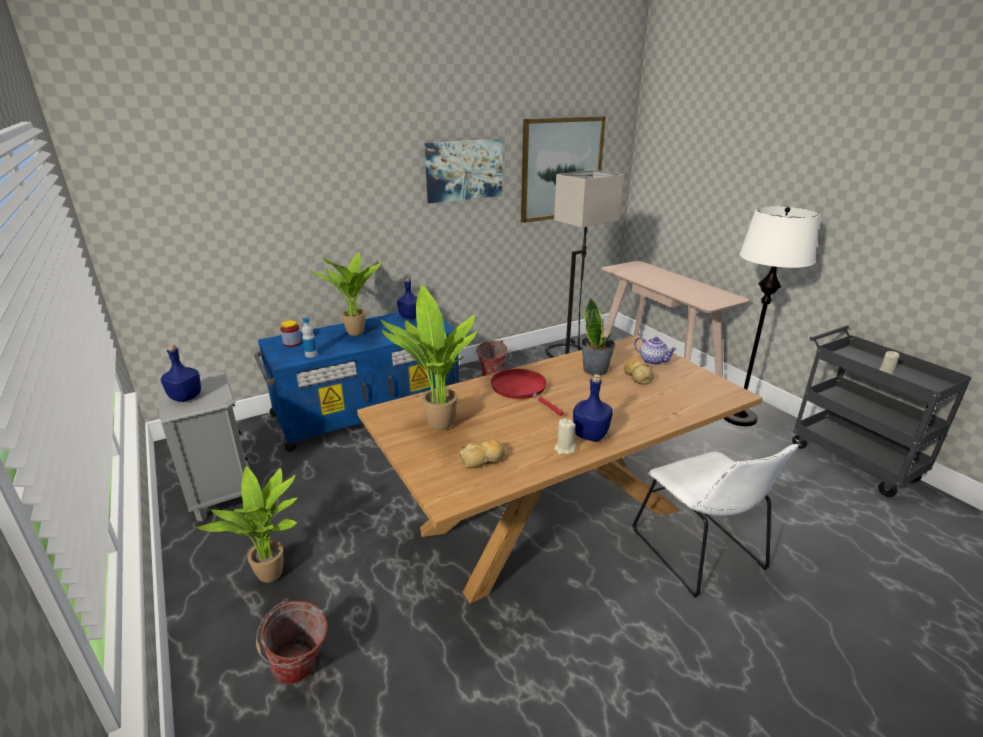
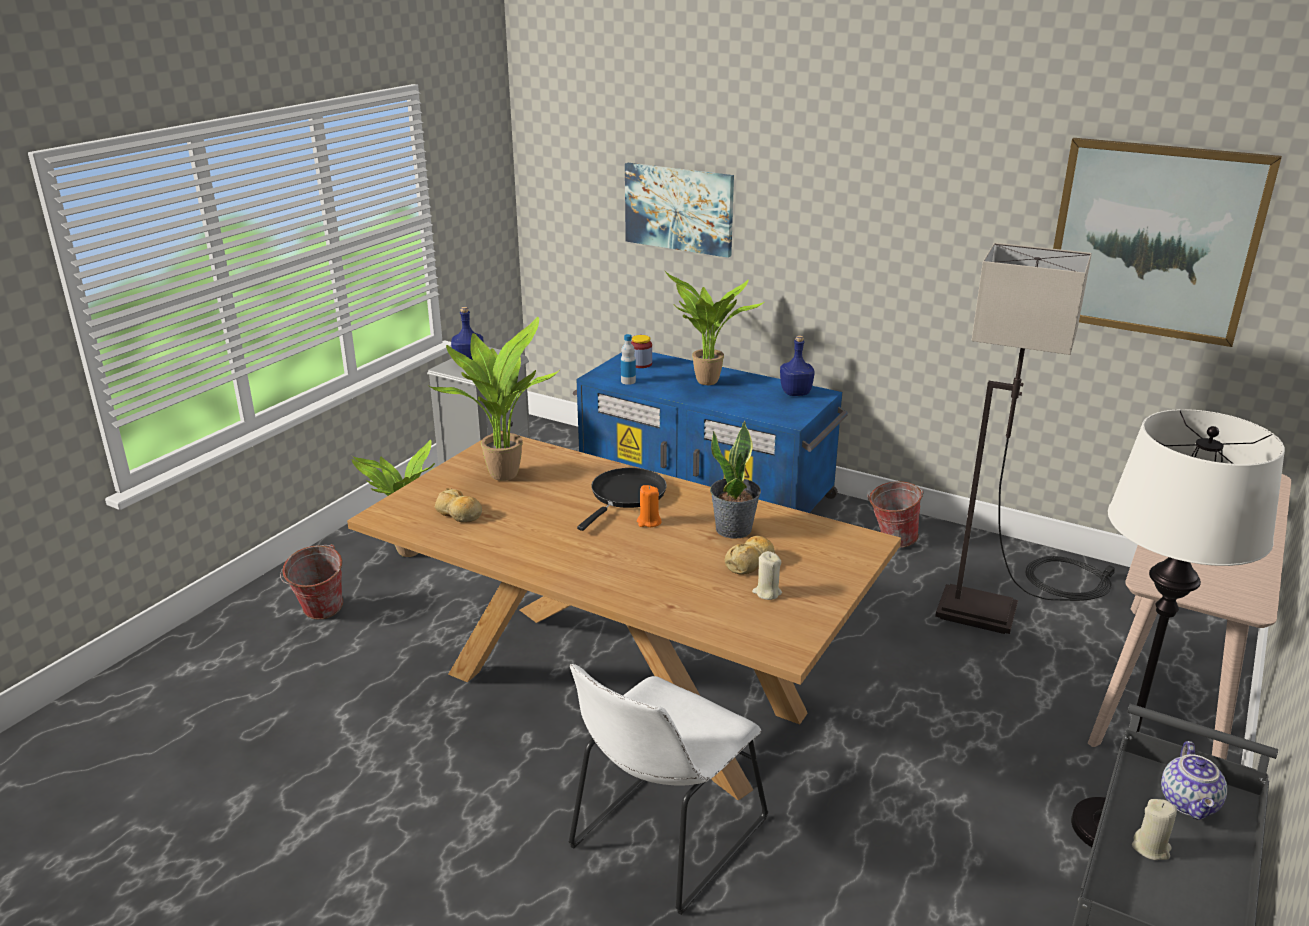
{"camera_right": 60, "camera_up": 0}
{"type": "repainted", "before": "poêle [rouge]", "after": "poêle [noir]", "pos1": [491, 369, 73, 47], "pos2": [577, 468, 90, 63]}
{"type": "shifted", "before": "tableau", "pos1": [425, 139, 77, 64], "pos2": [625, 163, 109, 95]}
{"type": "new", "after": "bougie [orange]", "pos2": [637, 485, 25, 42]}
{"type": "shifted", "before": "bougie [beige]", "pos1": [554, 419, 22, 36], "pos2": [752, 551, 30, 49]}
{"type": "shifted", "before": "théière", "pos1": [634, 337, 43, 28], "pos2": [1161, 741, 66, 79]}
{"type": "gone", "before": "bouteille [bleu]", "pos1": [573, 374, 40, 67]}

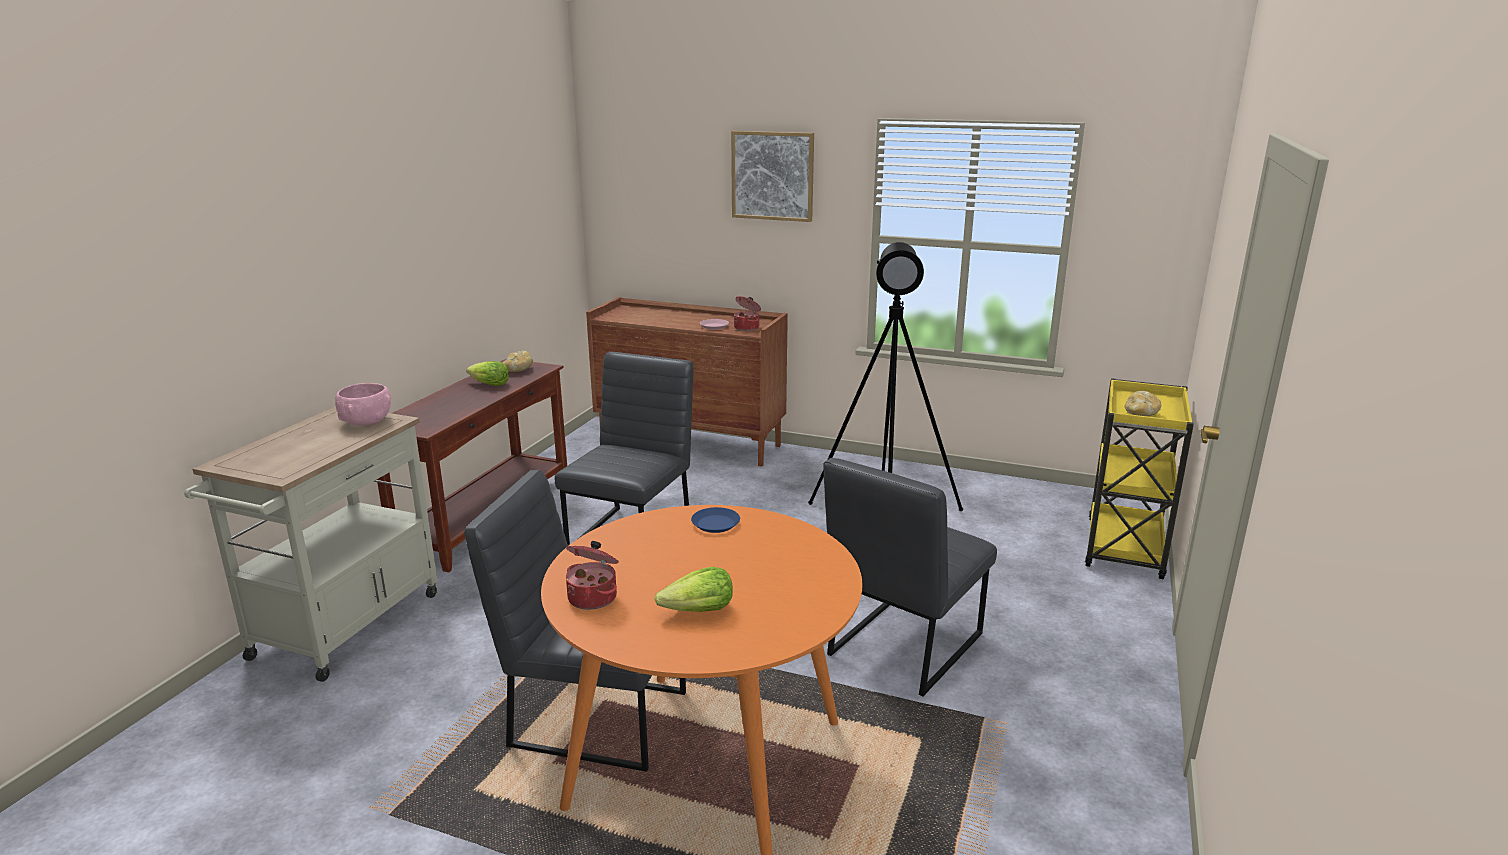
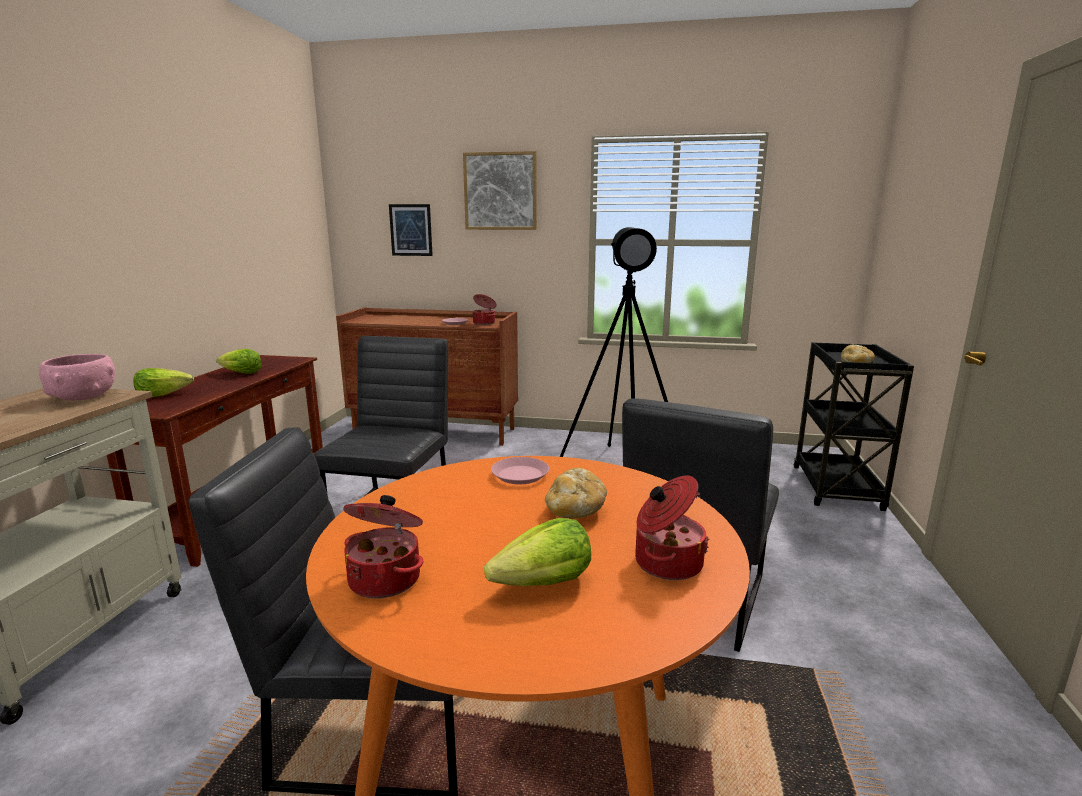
{"camera_right": -10, "camera_up": -5}
{"type": "new", "after": "laitue", "pos2": [133, 368, 61, 29]}
{"type": "new", "after": "tableau", "pos2": [389, 204, 44, 52]}
{"type": "repainted", "before": "assiette [bleu]", "after": "assiette [rose]", "pos1": [691, 507, 49, 26], "pos2": [491, 457, 58, 27]}
{"type": "shifted", "before": "pain", "pos1": [503, 351, 30, 21], "pos2": [545, 468, 62, 50]}
{"type": "new", "after": "marmite", "pos2": [635, 476, 74, 104]}
{"type": "repainted", "before": "chariot [jaune]", "after": "chariot [noir]", "pos1": [1085, 378, 109, 201], "pos2": [794, 342, 120, 169]}

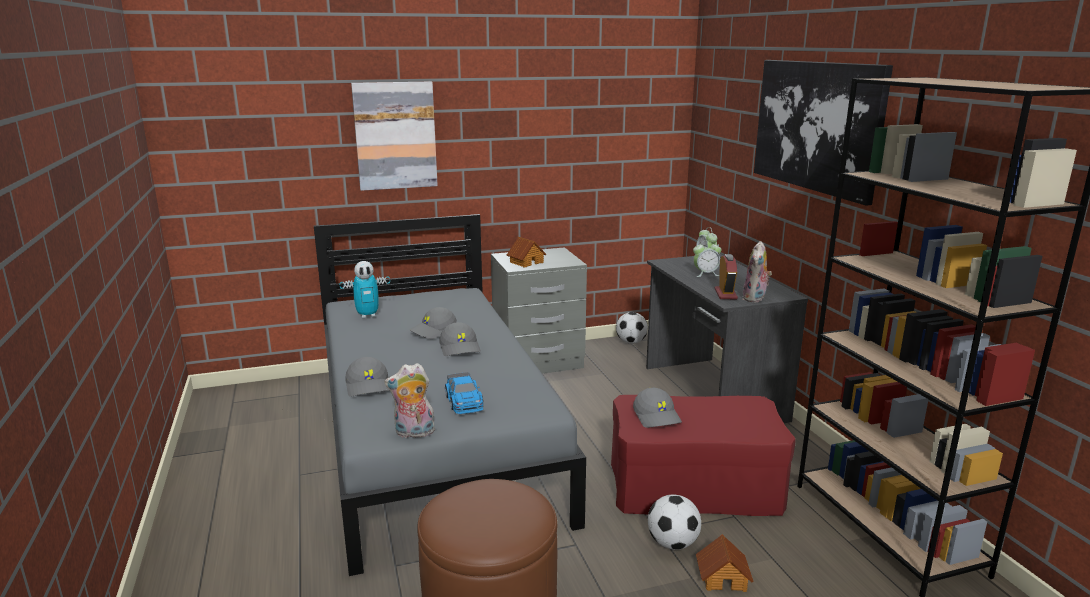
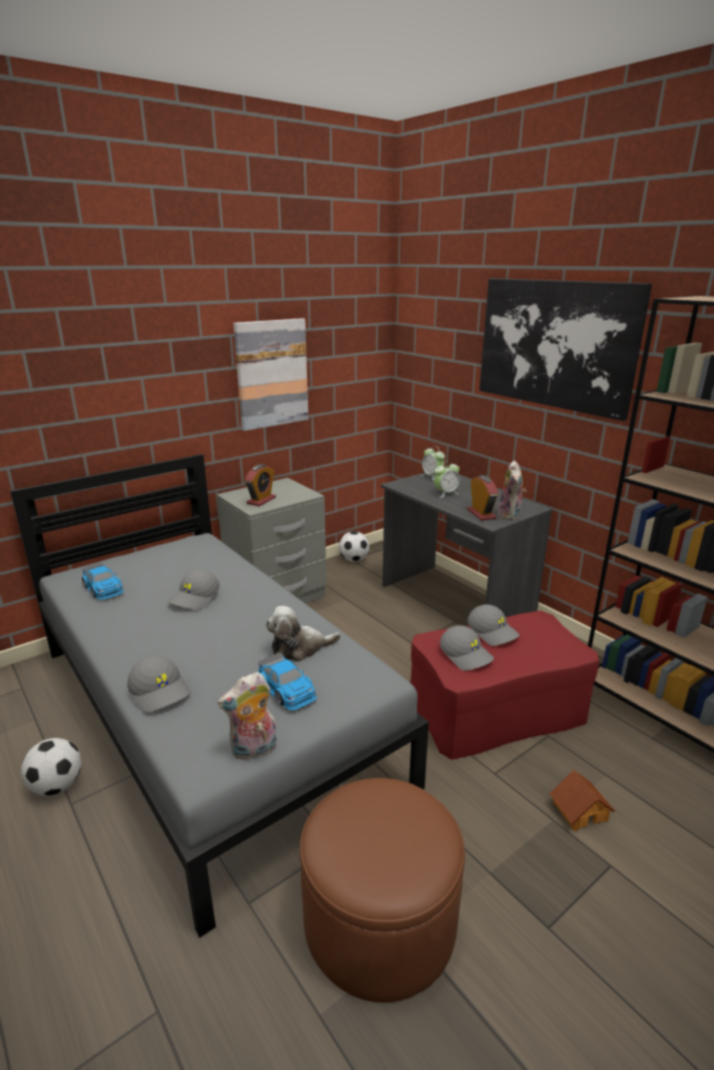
{"camera_right": -20, "camera_up": 5}
{"type": "shifted", "before": "ballon de foot", "pos1": [648, 495, 53, 55], "pos2": [21, 738, 60, 58]}
{"type": "swapped", "before": "robot jouet", "after": "petite voiture", "pos1": [339, 261, 51, 57], "pos2": [82, 563, 42, 37]}
{"type": "shifted", "before": "tableau", "pos1": [351, 82, 87, 109], "pos2": [233, 318, 75, 113]}
{"type": "swapped", "before": "maison miniature", "after": "réveil", "pos1": [507, 237, 39, 30], "pos2": [245, 464, 31, 42]}
{"type": "new", "after": "peluche", "pos2": [266, 606, 75, 56]}
{"type": "shifted", "before": "casquette [gris]", "pos1": [439, 322, 42, 34], "pos2": [468, 604, 52, 42]}

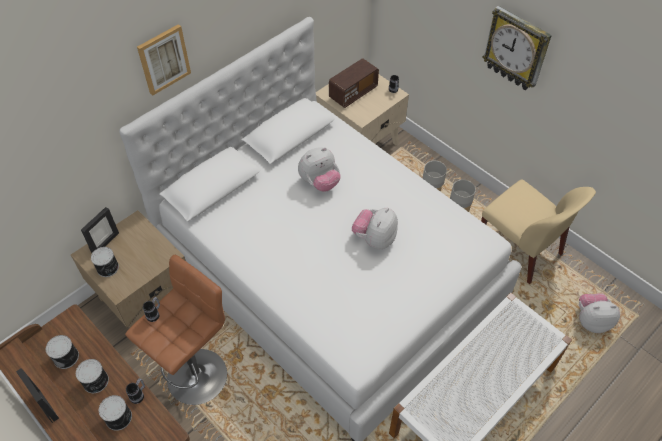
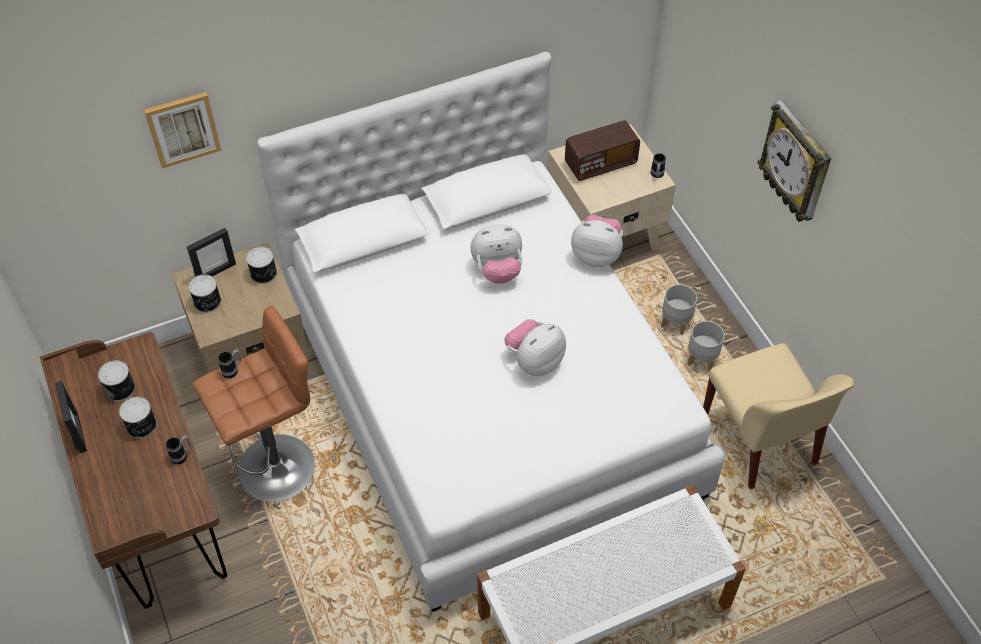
{"camera_right": 20, "camera_up": 0}
{"type": "shifted", "before": "tableau", "pos1": [137, 24, 54, 72], "pos2": [144, 92, 77, 76]}
{"type": "shifted", "before": "boîte métallique", "pos1": [99, 395, 33, 36], "pos2": [246, 246, 31, 38]}
{"type": "shifted", "before": "peluche", "pos1": [579, 293, 41, 40], "pos2": [571, 215, 52, 52]}

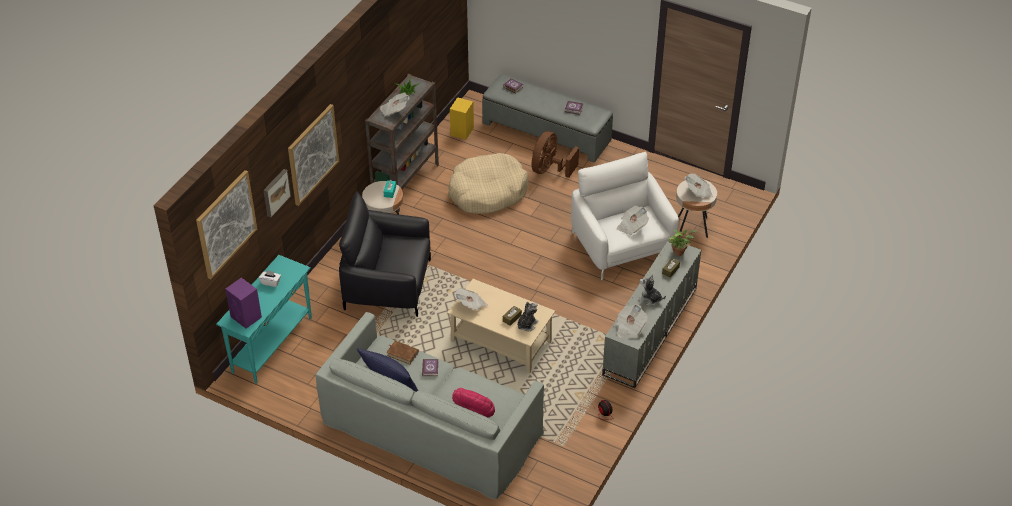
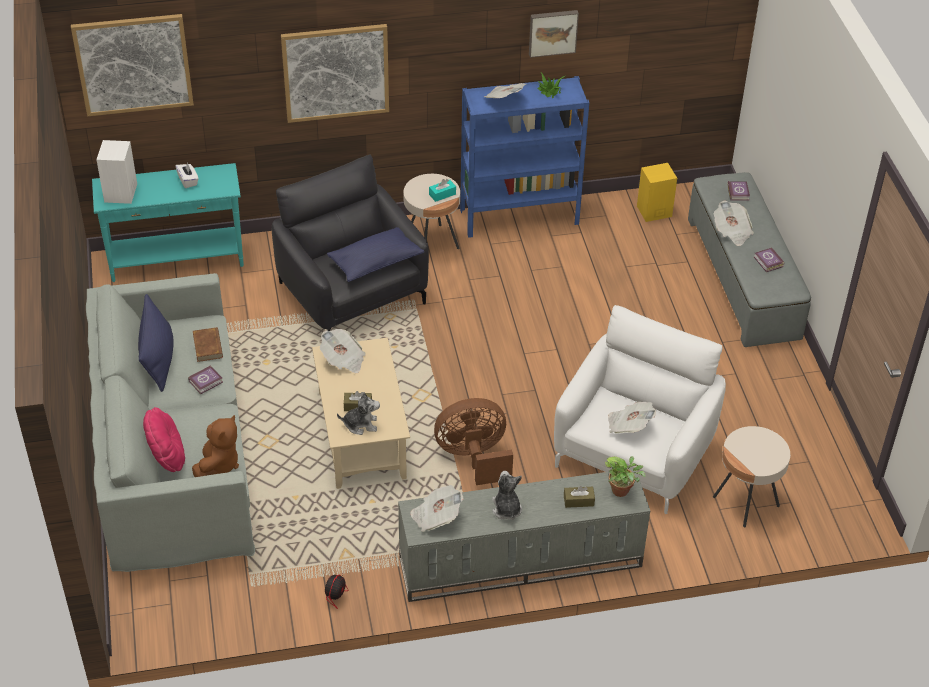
{"camera_right": 50, "camera_up": 0}
{"type": "repainted", "before": "enceinte [violet]", "after": "enceinte [blanc]", "pos1": [225, 278, 37, 51], "pos2": [96, 140, 41, 64]}
{"type": "new", "after": "peluche [marron]", "pos2": [192, 415, 47, 62]}
{"type": "new", "after": "coussin [bleu]", "pos2": [327, 227, 97, 55]}
{"type": "shifted", "before": "ventilateur [marron]", "pos1": [532, 131, 47, 47], "pos2": [434, 398, 79, 87]}
{"type": "repainted", "before": "bibliothèque [gris]", "after": "bibliothèque [bleu]", "pos1": [365, 74, 74, 139], "pos2": [460, 76, 129, 162]}
{"type": "shifted", "before": "tableau", "pos1": [263, 169, 28, 49], "pos2": [529, 10, 50, 48]}
{"type": "shifted", "before": "journal", "pos1": [685, 173, 28, 24], "pos2": [714, 200, 40, 46]}
{"type": "gone", "before": "panier pour chien [beige]", "pos1": [448, 153, 81, 61]}

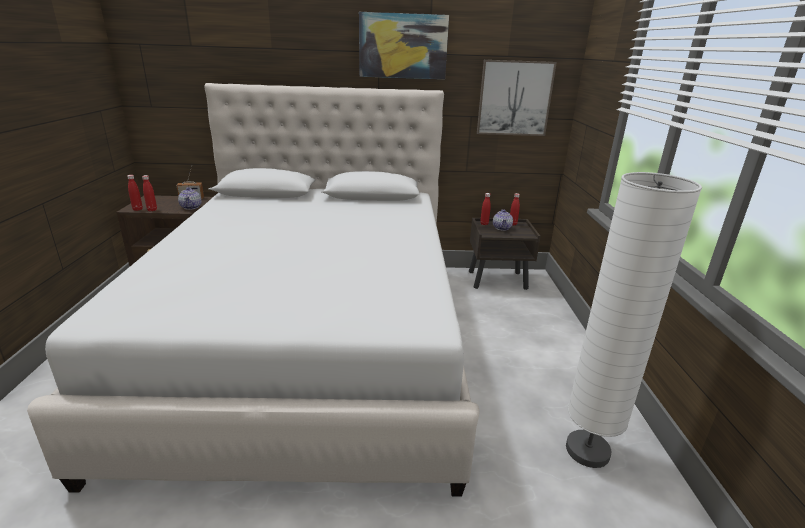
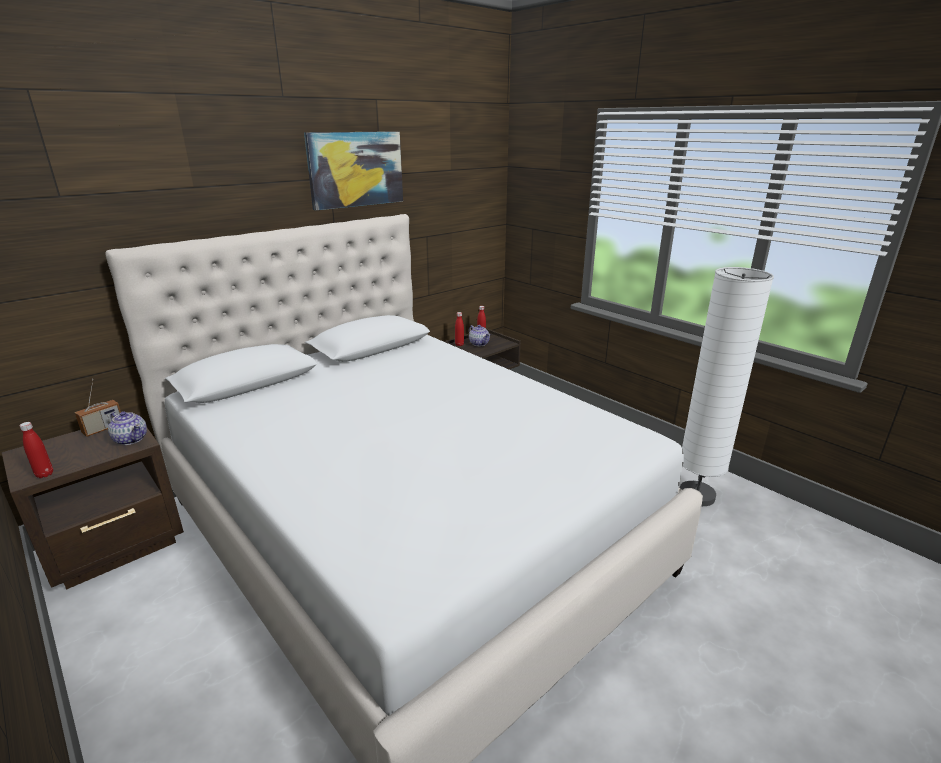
{"camera_right": -40, "camera_up": 0}
{"type": "gone", "before": "bouteille [rouge]", "pos1": [142, 175, 15, 36]}
{"type": "gone", "before": "tableau", "pos1": [477, 60, 80, 76]}

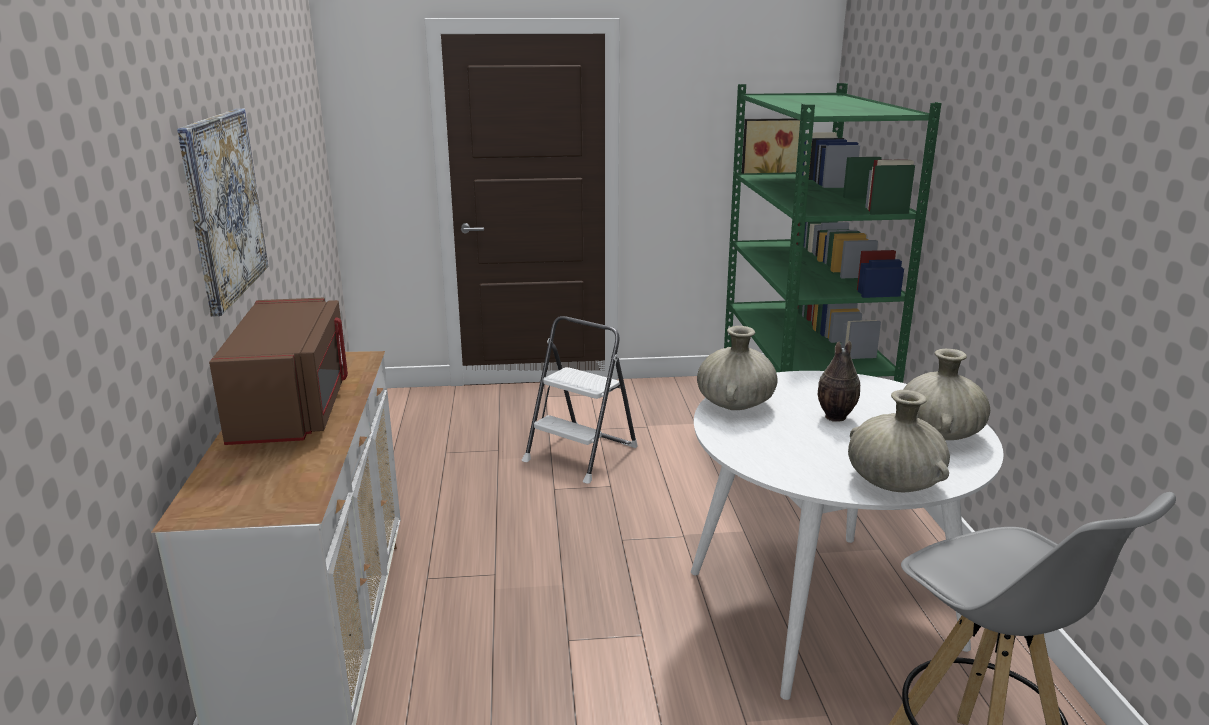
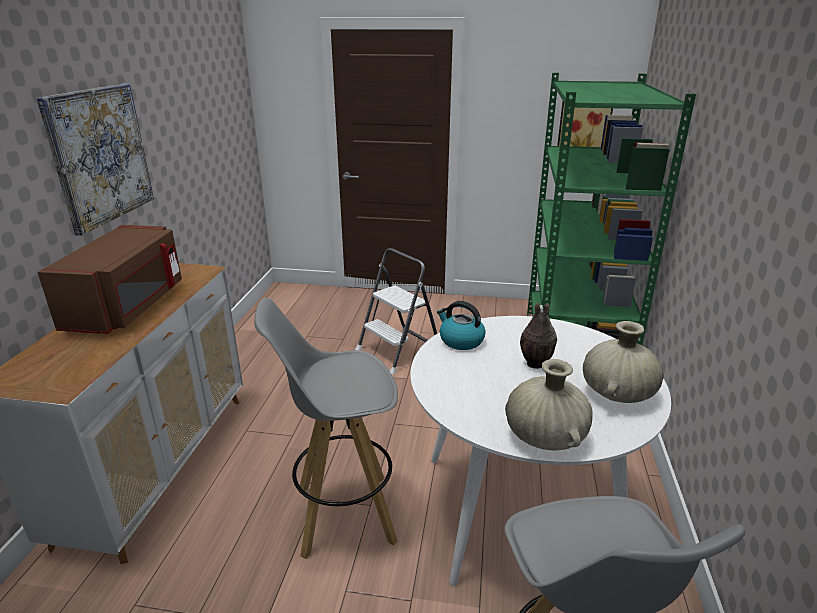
{"camera_right": 15, "camera_up": 5}
{"type": "new", "after": "tabouret [gris]", "pos2": [254, 298, 144, 261]}
{"type": "swapped", "before": "vase [beige]", "after": "bouilloire", "pos1": [697, 326, 80, 84], "pos2": [437, 301, 49, 49]}

